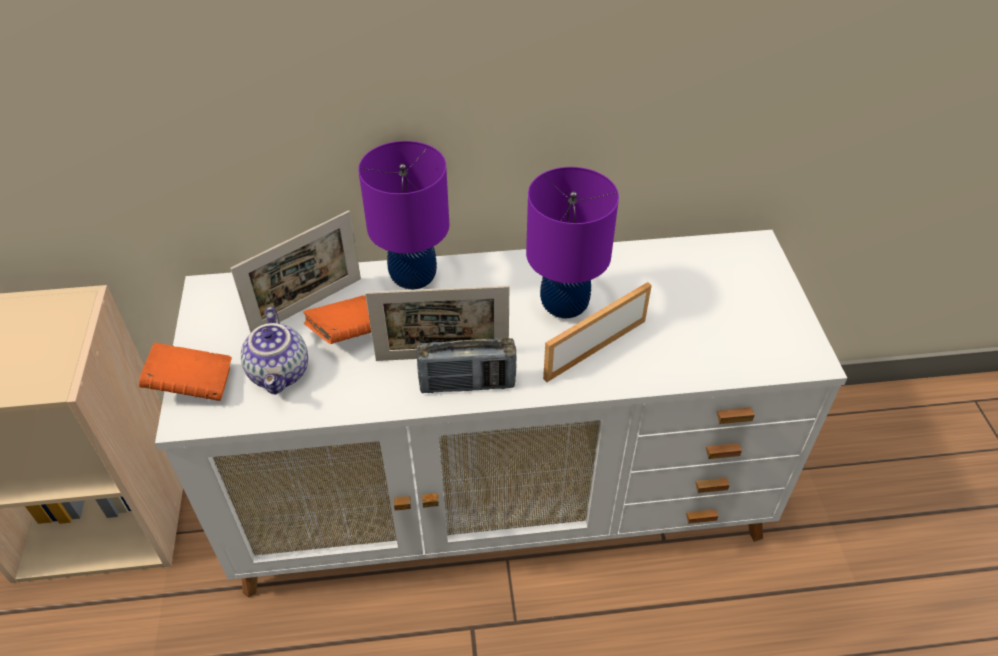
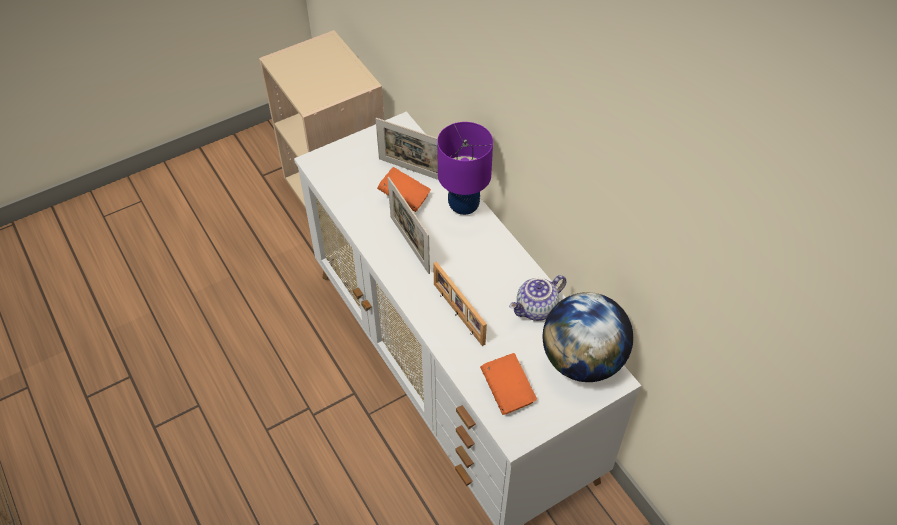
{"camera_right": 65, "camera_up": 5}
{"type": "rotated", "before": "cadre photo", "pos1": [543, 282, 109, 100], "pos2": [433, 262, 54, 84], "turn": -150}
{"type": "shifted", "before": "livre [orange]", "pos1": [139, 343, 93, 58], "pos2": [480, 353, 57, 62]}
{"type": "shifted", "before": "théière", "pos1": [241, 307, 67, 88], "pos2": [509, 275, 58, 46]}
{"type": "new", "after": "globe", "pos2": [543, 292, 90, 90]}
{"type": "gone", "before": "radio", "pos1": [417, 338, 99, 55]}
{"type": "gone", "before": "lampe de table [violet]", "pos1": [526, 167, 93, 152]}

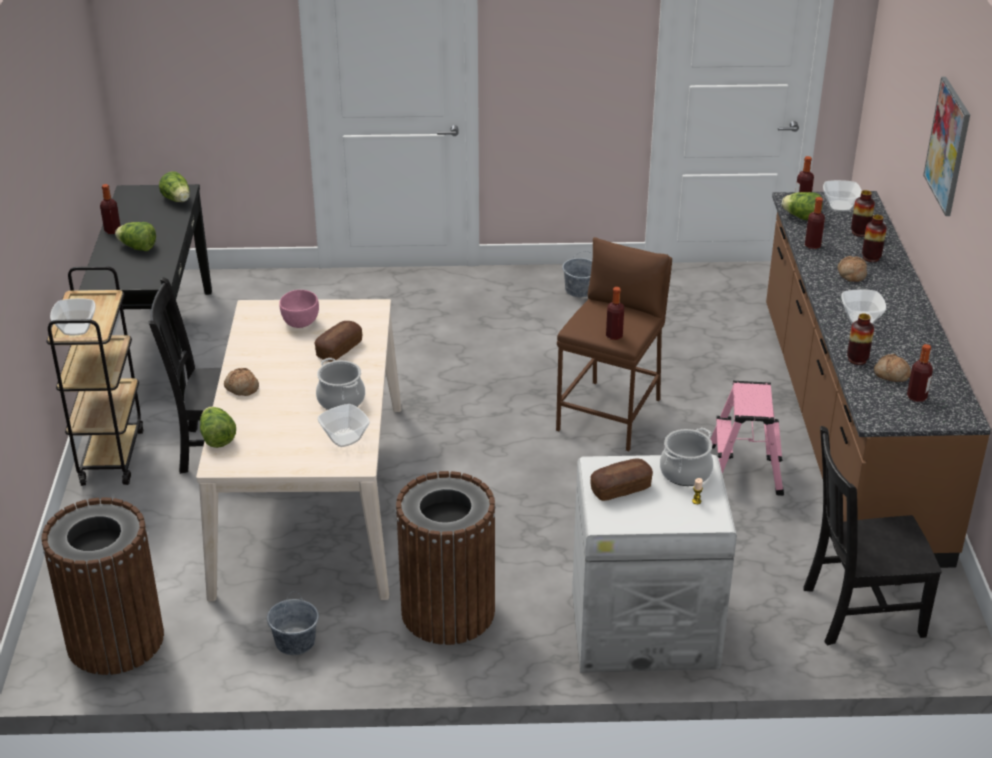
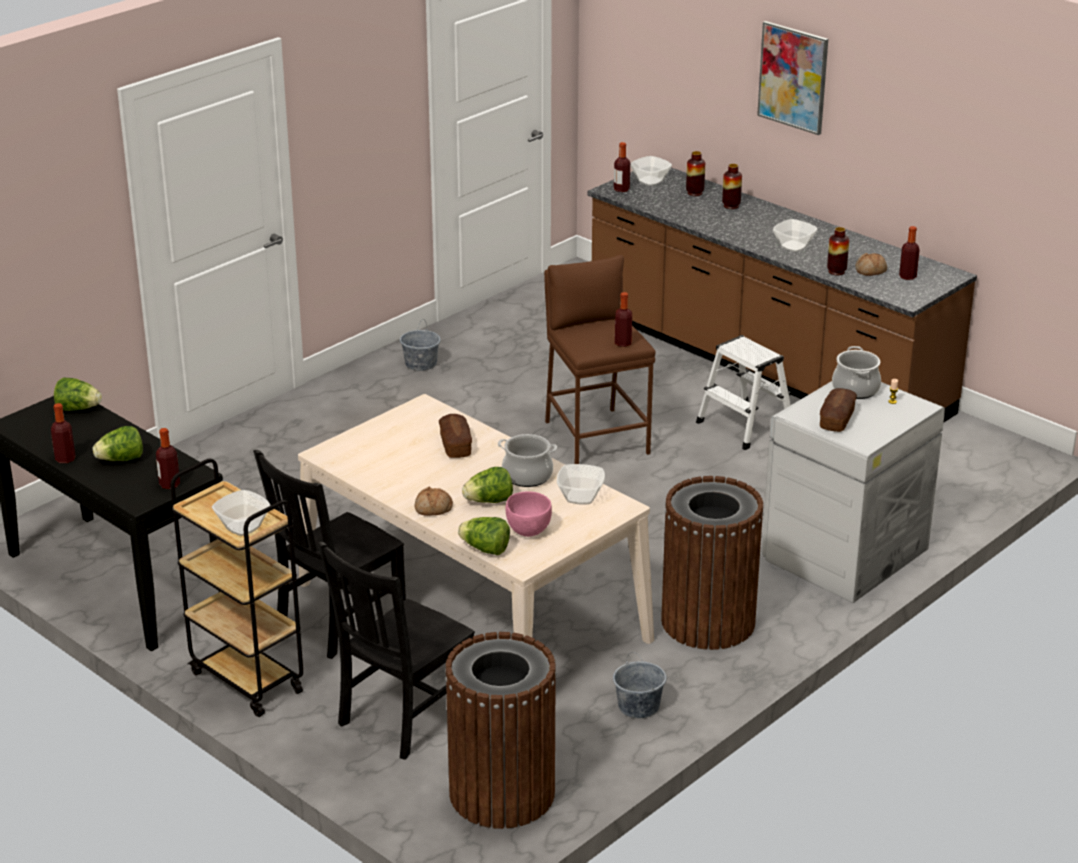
{"camera_right": -45, "camera_up": -5}
{"type": "shifted", "before": "bouteille", "pos1": [805, 197, 20, 52], "pos2": [156, 428, 24, 61]}
{"type": "shifted", "before": "chaise [noir]", "pos1": [804, 426, 138, 220], "pos2": [317, 542, 158, 218]}
{"type": "shifted", "before": "laitue", "pos1": [782, 192, 41, 28], "pos2": [462, 467, 51, 36]}
{"type": "shifted", "before": "bol [rose]", "pos1": [279, 290, 40, 38], "pos2": [506, 492, 46, 45]}
{"type": "repainted", "before": "escabeau [rose]", "after": "escabeau [blanc]", "pos1": [710, 381, 74, 115], "pos2": [696, 335, 95, 115]}
{"type": "gone", "before": "pain", "pos1": [838, 256, 29, 26]}

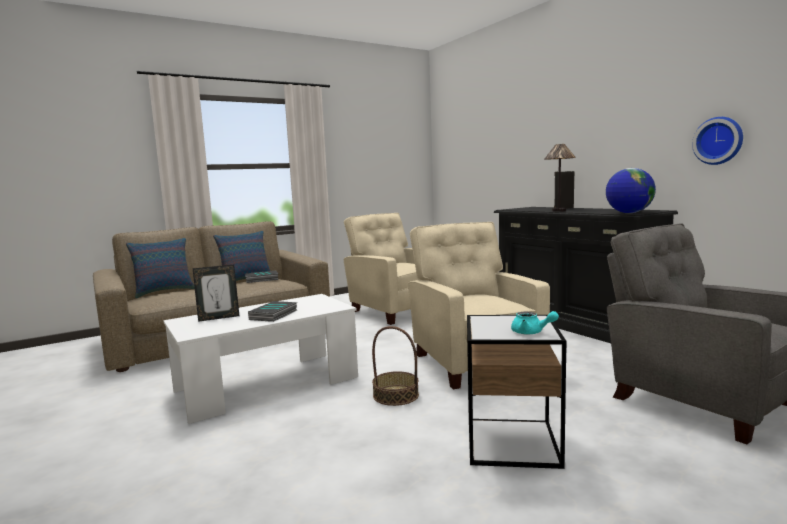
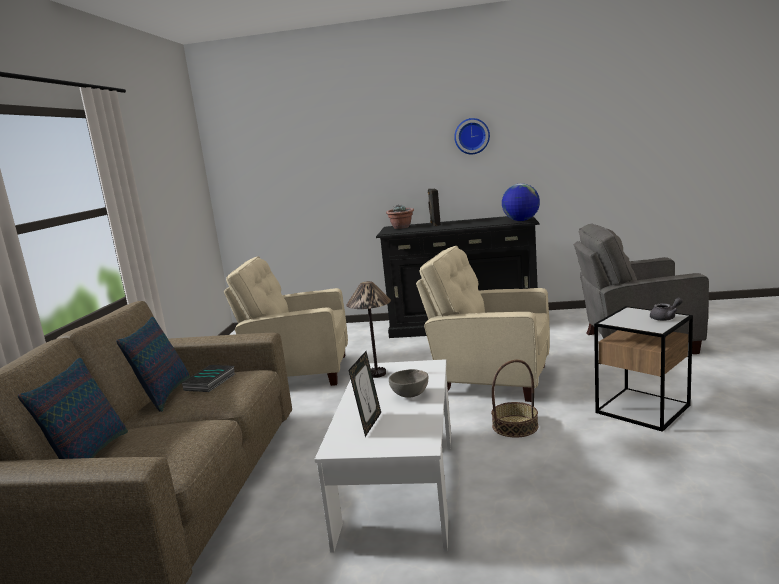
{"camera_right": -50, "camera_up": 5}
{"type": "shifted", "before": "lampe de table", "pos1": [545, 144, 31, 68], "pos2": [346, 281, 45, 97]}
{"type": "new", "after": "plante en pot", "pos2": [386, 205, 28, 24]}
{"type": "swapped", "before": "livre", "after": "bol [gris]", "pos1": [248, 301, 49, 21], "pos2": [389, 369, 39, 29]}
{"type": "shifted", "before": "horloge murale", "pos1": [692, 117, 51, 48], "pos2": [454, 118, 36, 37]}
{"type": "repainted", "before": "théière [turquoise]", "after": "théière [gris]", "pos1": [511, 311, 48, 24], "pos2": [650, 298, 33, 23]}

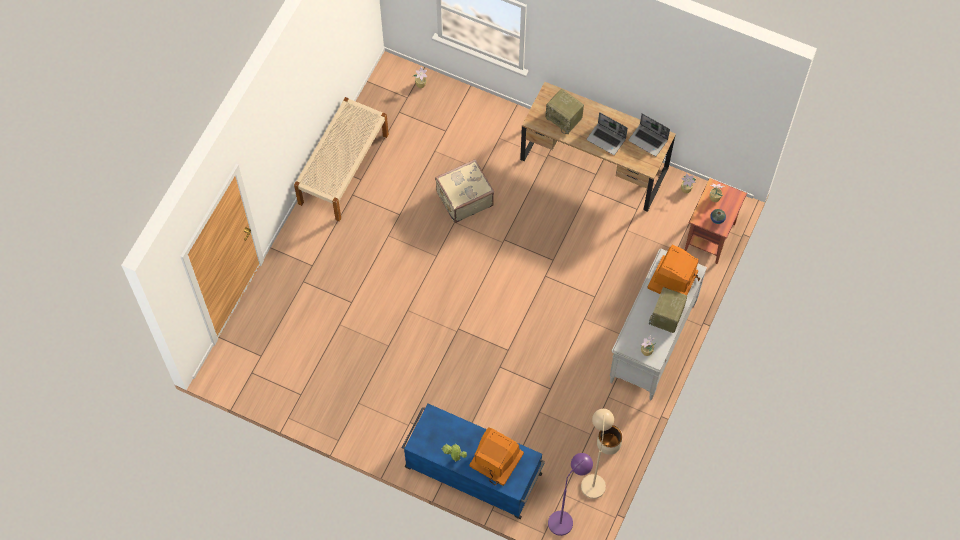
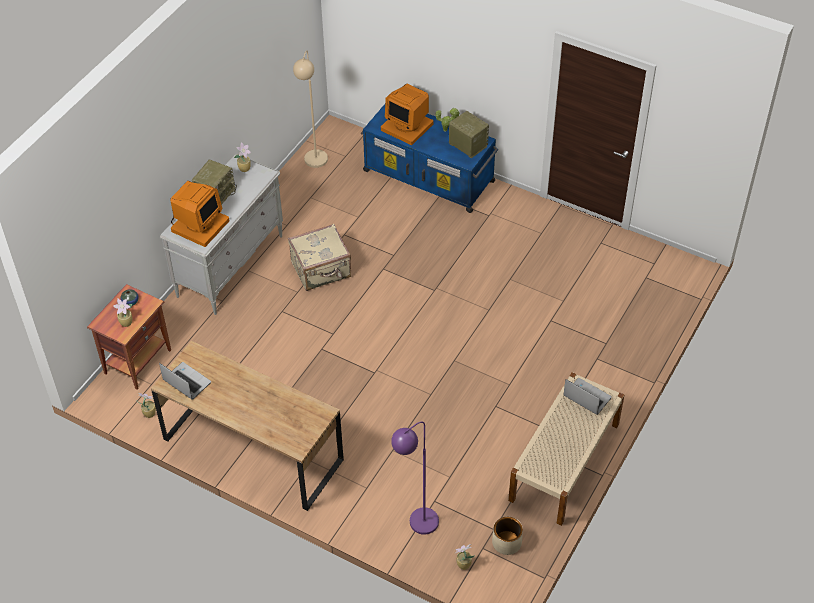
{"camera_right": -175, "camera_up": -15}
{"type": "shifted", "before": "valise [beige]", "pos1": [435, 159, 59, 64], "pos2": [288, 224, 63, 67]}
{"type": "shifted", "before": "lampadaire [violet]", "pos1": [548, 453, 45, 83], "pos2": [391, 422, 48, 113]}
{"type": "shifted", "before": "radio", "pos1": [545, 89, 39, 45], "pos2": [449, 111, 40, 47]}
{"type": "shifted", "before": "cache-pot [beige]", "pos1": [597, 425, 26, 30], "pos2": [492, 517, 31, 38]}
{"type": "shifted", "before": "ordinateur portable", "pos1": [587, 112, 41, 43], "pos2": [563, 378, 49, 37]}

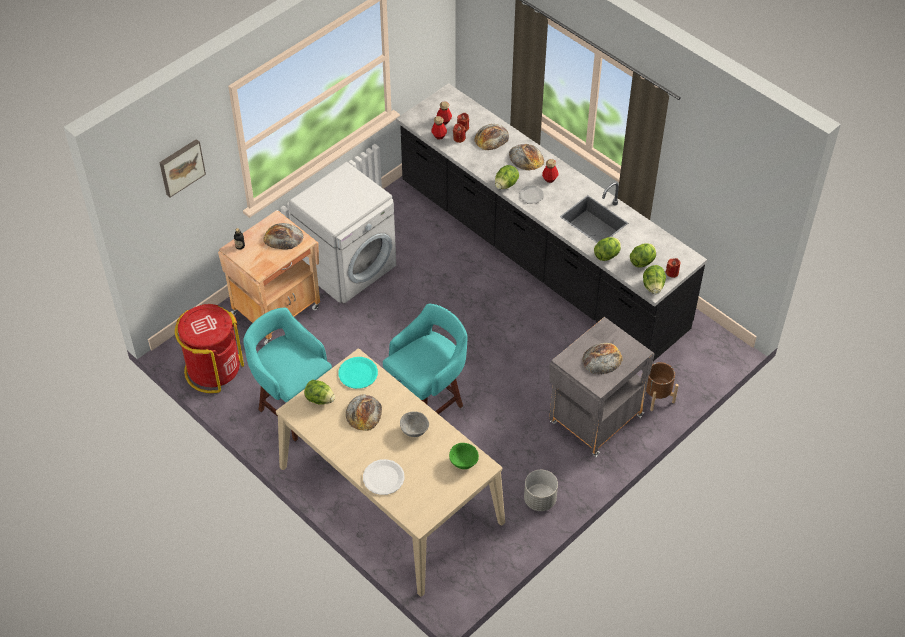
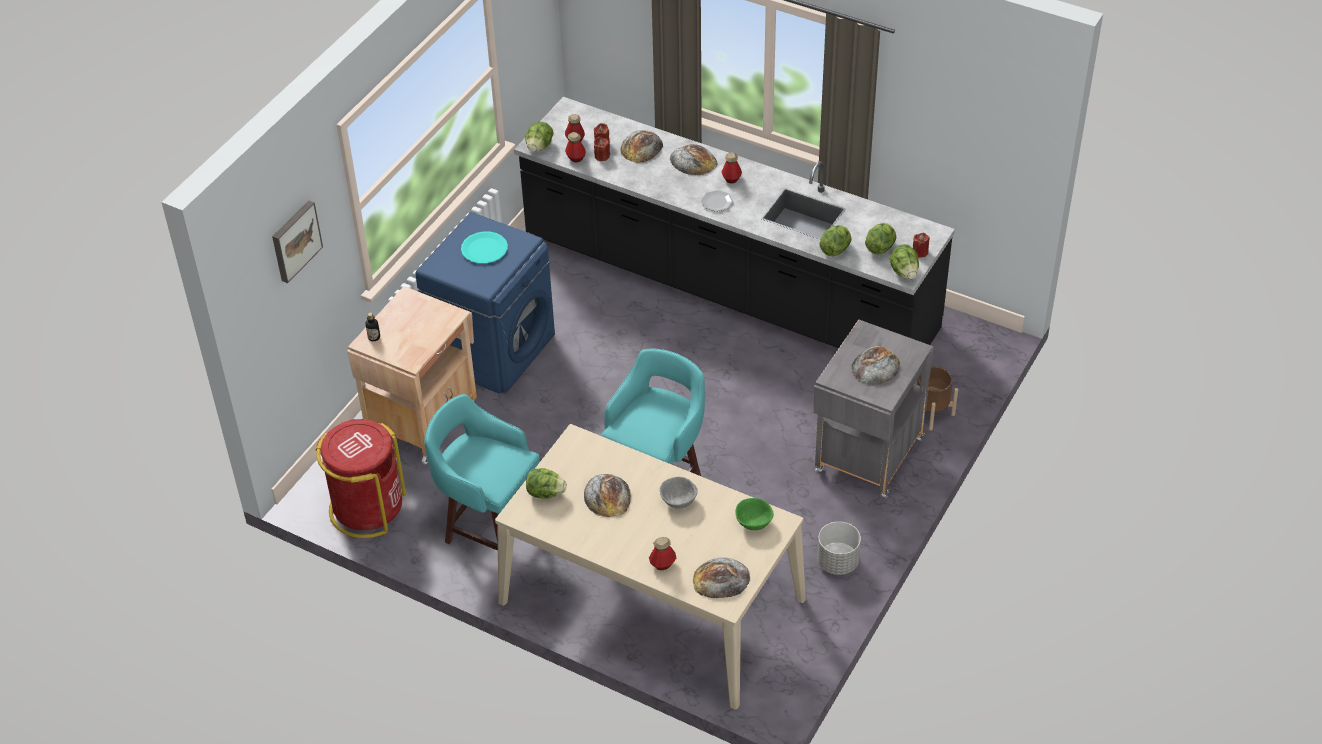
{"camera_right": -15, "camera_up": -5}
{"type": "repainted", "before": "lave-linge [blanc]", "after": "lave-linge [bleu]", "pos1": [289, 162, 107, 141], "pos2": [415, 212, 140, 181]}
{"type": "shifted", "before": "assiette [turquoise]", "pos1": [338, 357, 40, 32], "pos2": [461, 232, 47, 32]}
{"type": "shifted", "before": "laitue", "pos1": [495, 165, 24, 24], "pos2": [525, 121, 29, 31]}
{"type": "swapped", "before": "assiette [blanc]", "after": "bouteille", "pos1": [363, 459, 41, 36], "pos2": [649, 537, 27, 33]}
{"type": "shifted", "before": "pain", "pos1": [263, 223, 40, 27], "pos2": [693, 557, 58, 41]}

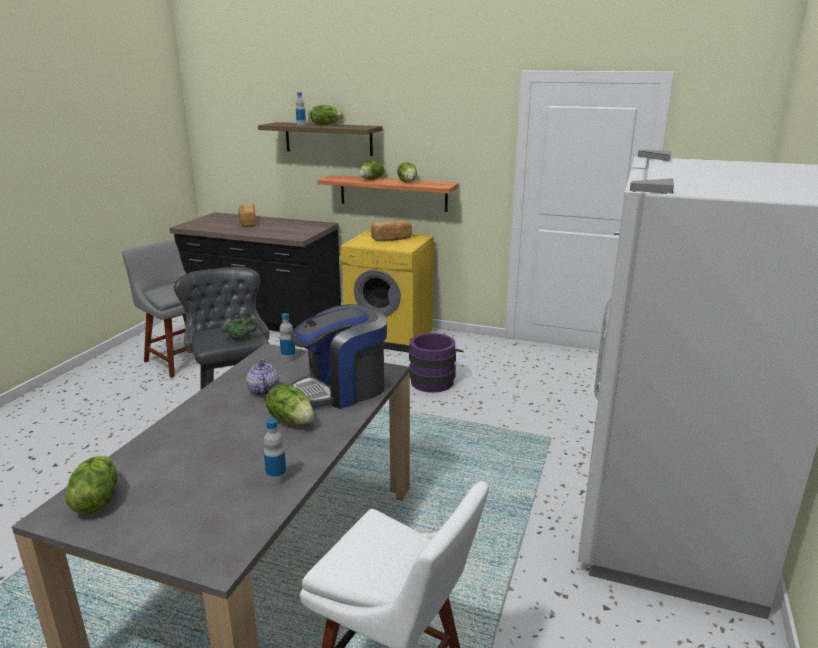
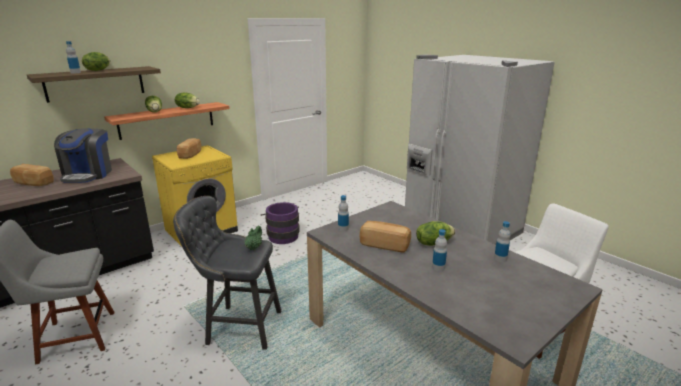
{"camera_right": -60, "camera_up": 0}
{"type": "shifted", "before": "machine à café", "pos1": [290, 304, 97, 105], "pos2": [54, 128, 58, 55]}
{"type": "swapped", "before": "théière", "after": "pain", "pos1": [246, 359, 33, 37], "pos2": [359, 221, 52, 32]}
{"type": "new", "after": "bouteille", "pos2": [432, 229, 15, 42]}
{"type": "gone", "before": "laitue", "pos1": [65, 455, 52, 59]}

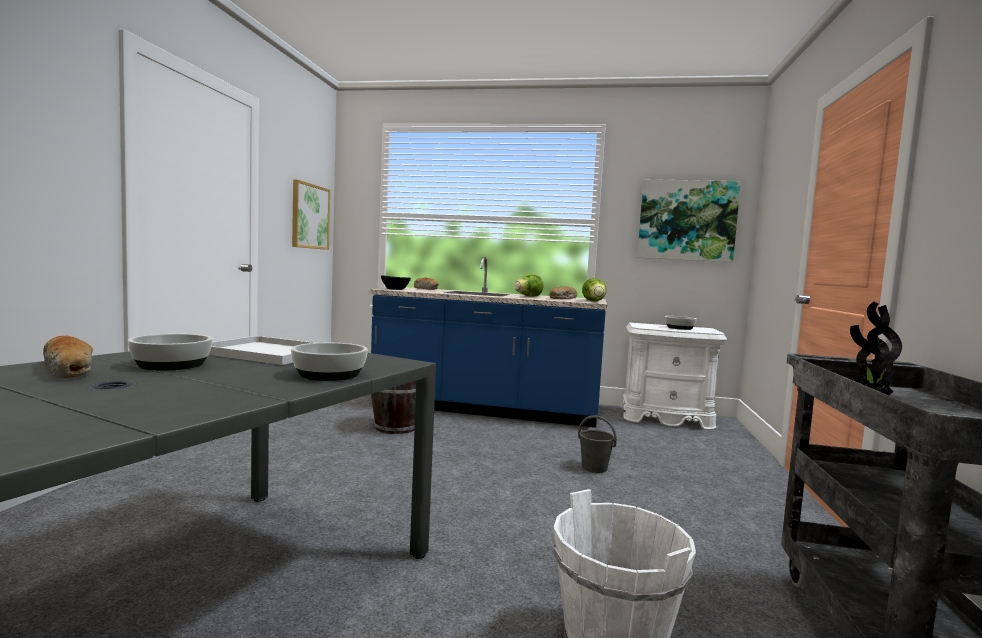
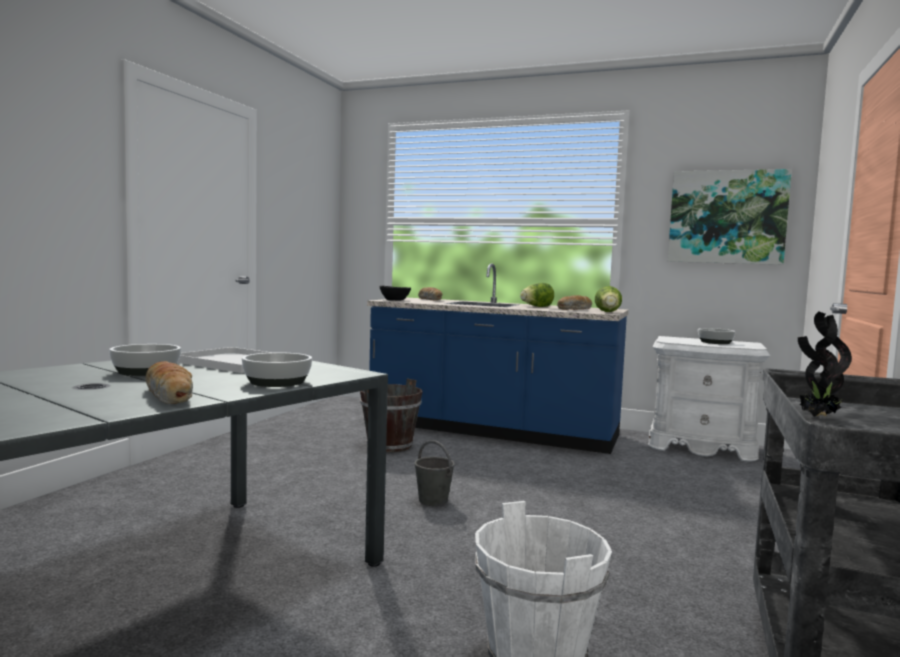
{"camera_right": 10, "camera_up": 0}
{"type": "shifted", "before": "pain", "pos1": [43, 336, 50, 42], "pos2": [145, 361, 48, 43]}
{"type": "shifted", "before": "seau [gris]", "pos1": [578, 415, 39, 58], "pos2": [414, 440, 41, 66]}
{"type": "gone", "before": "tableau", "pos1": [292, 179, 38, 71]}

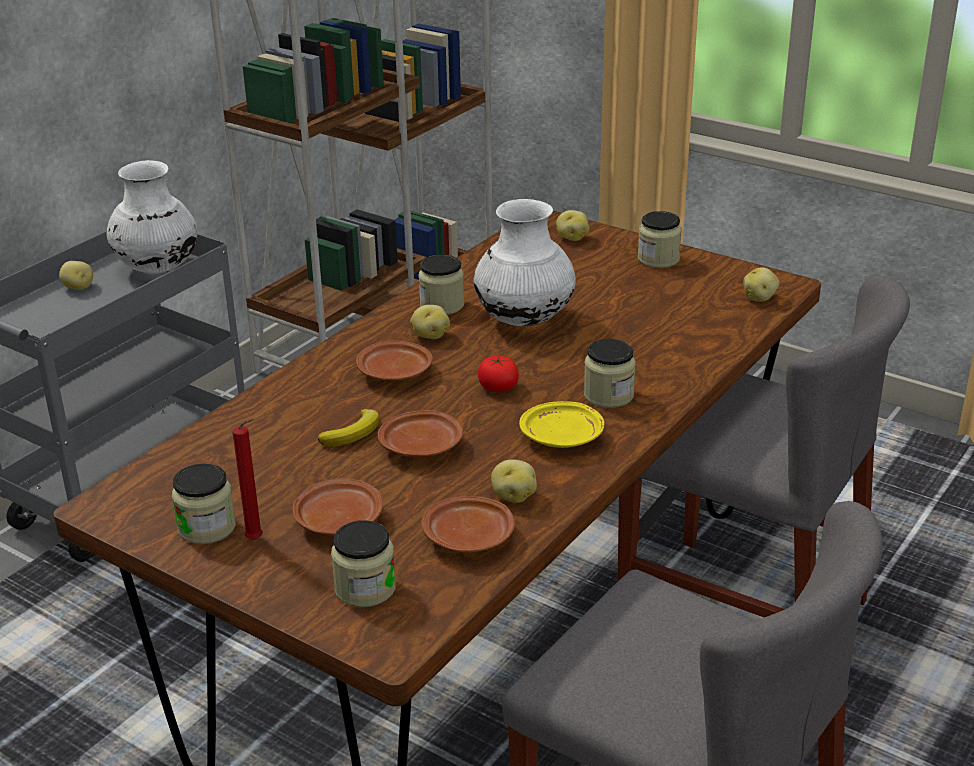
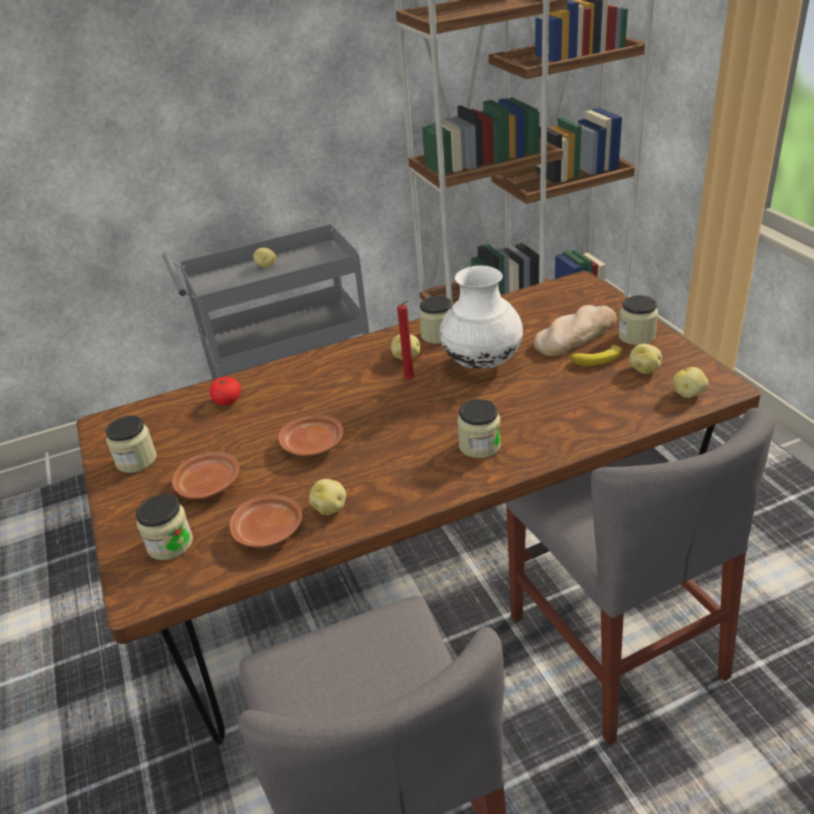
{"camera_right": 35, "camera_up": 5}
{"type": "shifted", "before": "tomate", "pos1": [478, 356, 41, 36], "pos2": [210, 377, 31, 28]}
{"type": "shifted", "before": "bougie [rouge]", "pos1": [233, 419, 30, 121], "pos2": [397, 301, 18, 79]}
{"type": "new", "after": "pain", "pos2": [534, 305, 83, 51]}
{"type": "shifted", "before": "banane", "pos1": [318, 409, 61, 38], "pos2": [571, 345, 50, 21]}
{"type": "shifted", "before": "pomme de terre", "pos1": [556, 210, 33, 31], "pos2": [629, 344, 33, 30]}
{"type": "gone", "before": "vase [blanc]", "pos1": [107, 160, 90, 115]}
{"type": "gone", "before": "assiette [marron]", "pos1": [356, 340, 77, 42]}
{"type": "gone", "before": "assiette [jaune]", "pos1": [519, 401, 85, 47]}

